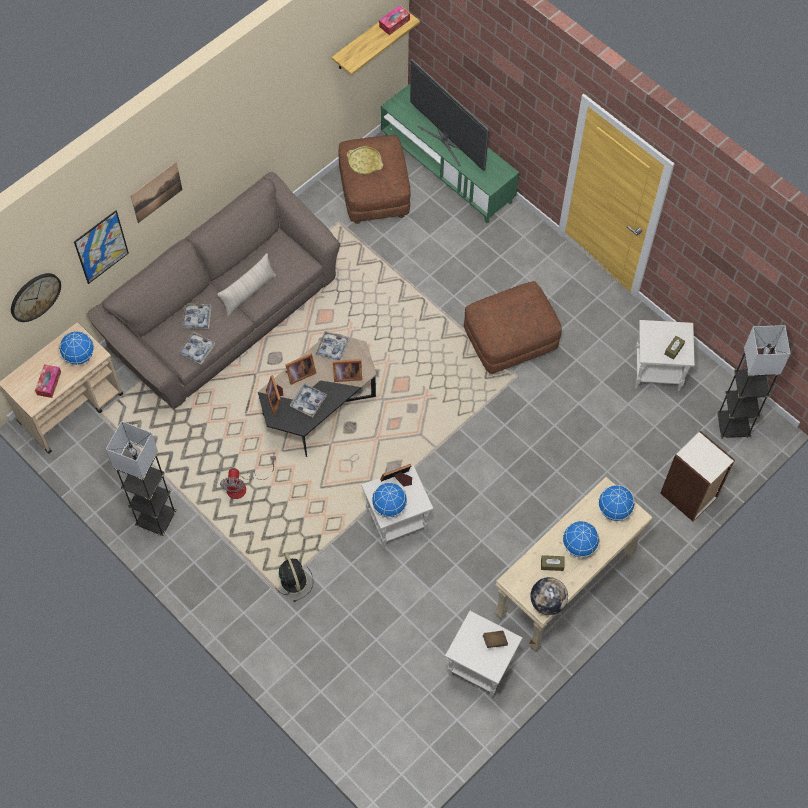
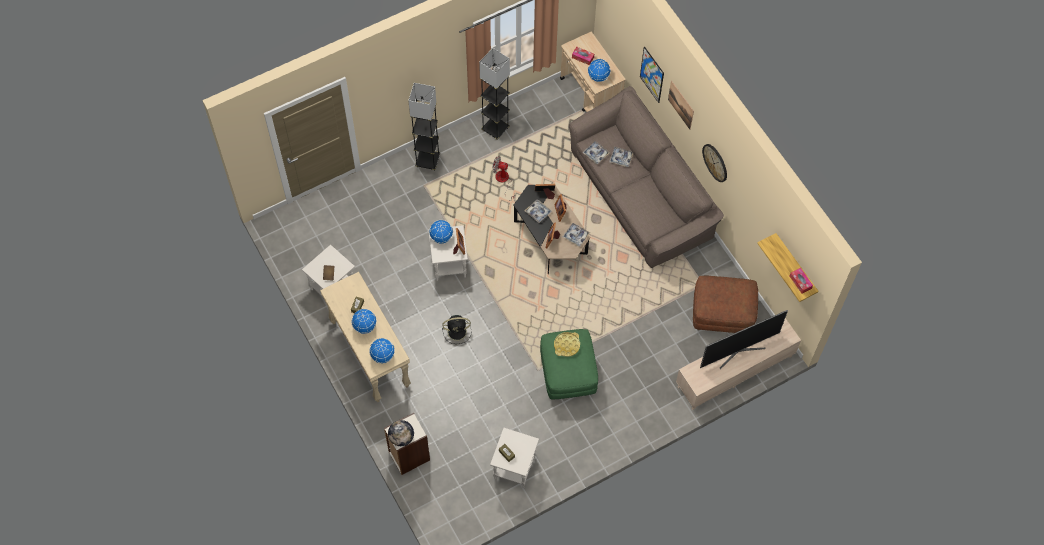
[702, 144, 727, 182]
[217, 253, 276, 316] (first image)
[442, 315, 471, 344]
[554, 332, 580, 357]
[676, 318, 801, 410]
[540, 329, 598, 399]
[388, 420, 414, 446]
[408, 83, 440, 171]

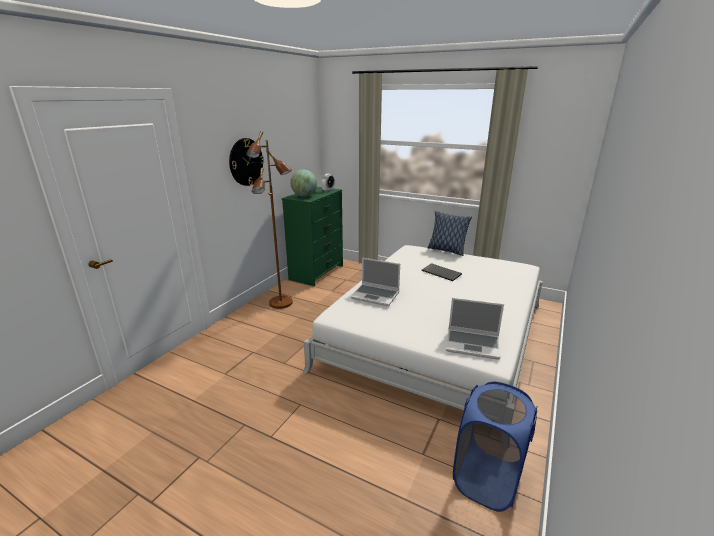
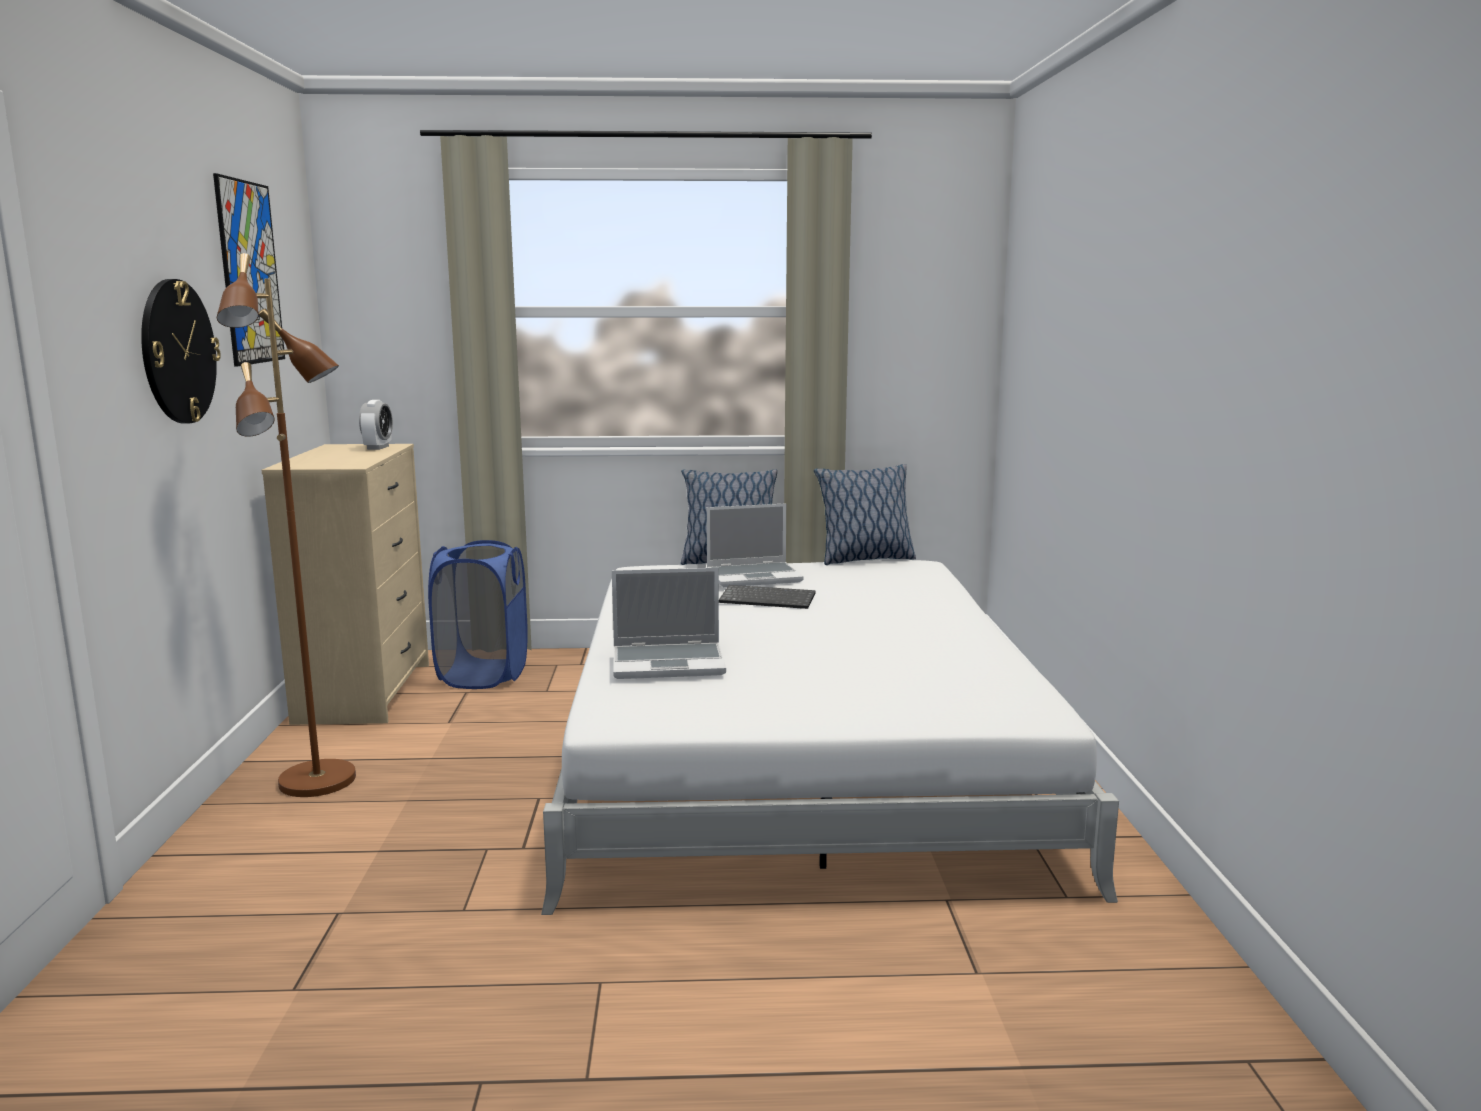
[262, 444, 429, 725]
[290, 170, 317, 197] (first image)
[707, 503, 803, 587]
[428, 540, 528, 689]
[213, 173, 285, 366]
[814, 464, 916, 565]

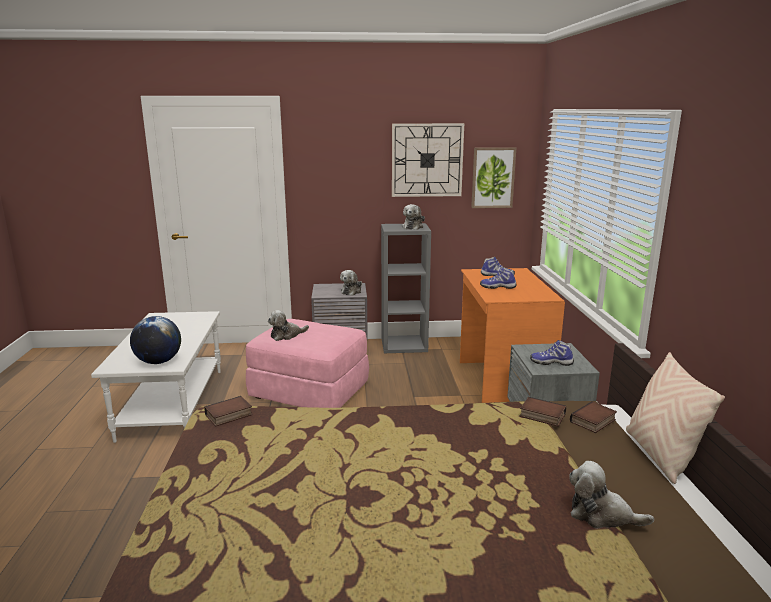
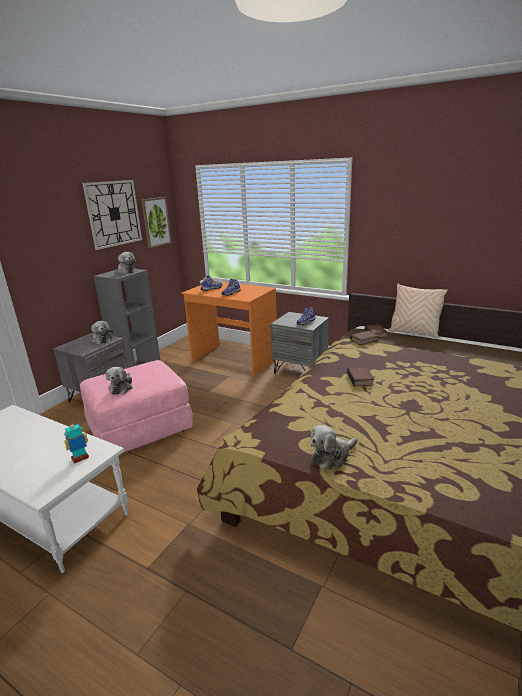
[64, 422, 89, 464]
[347, 367, 374, 387]
[311, 425, 358, 470]

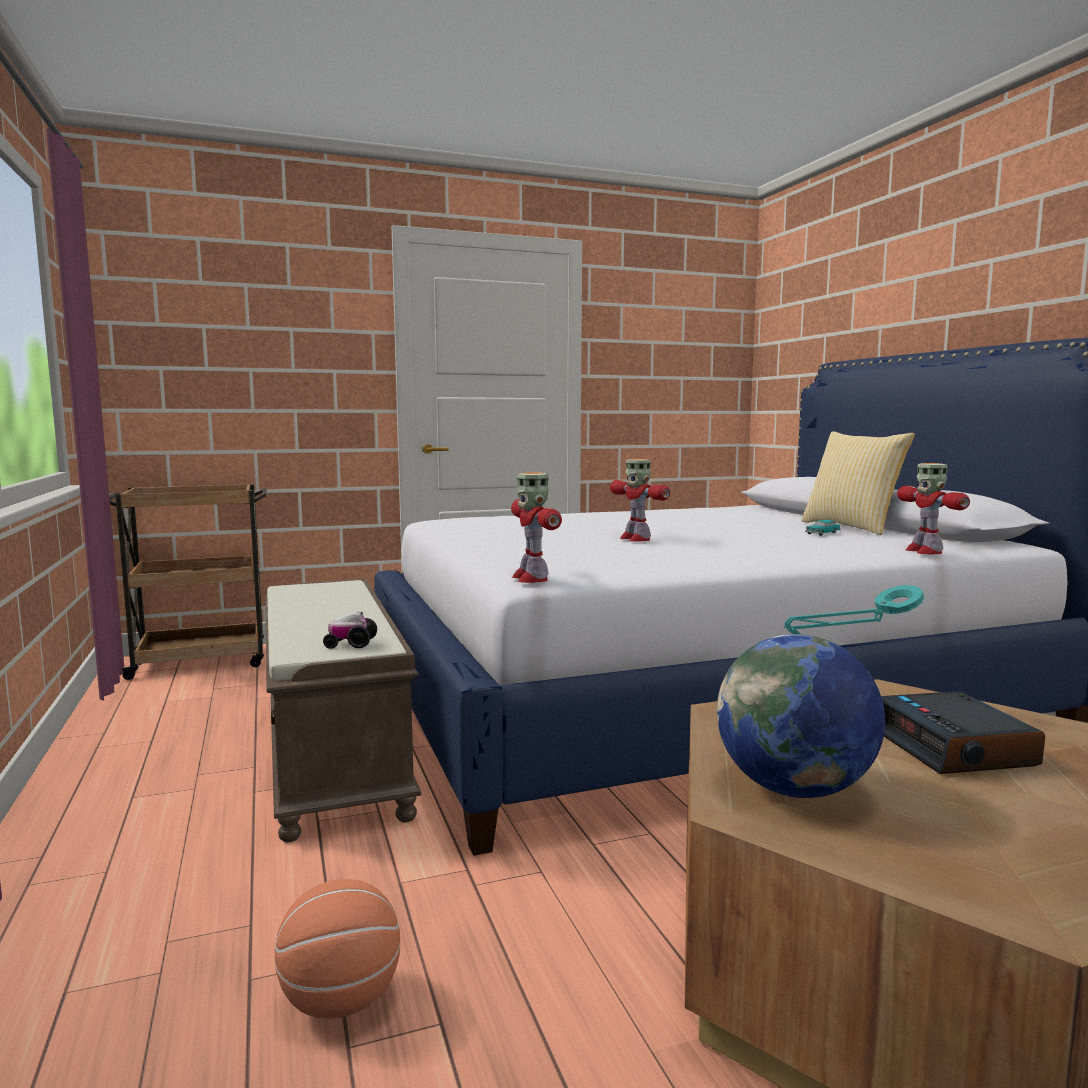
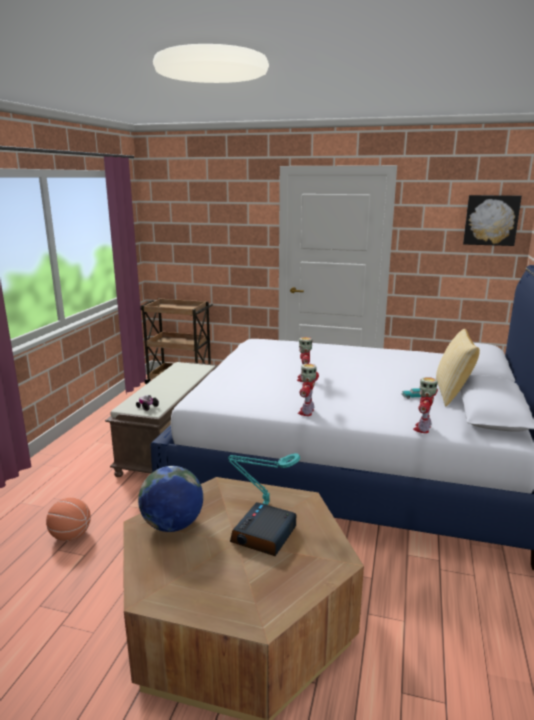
[298, 364, 319, 416]
[463, 195, 522, 246]

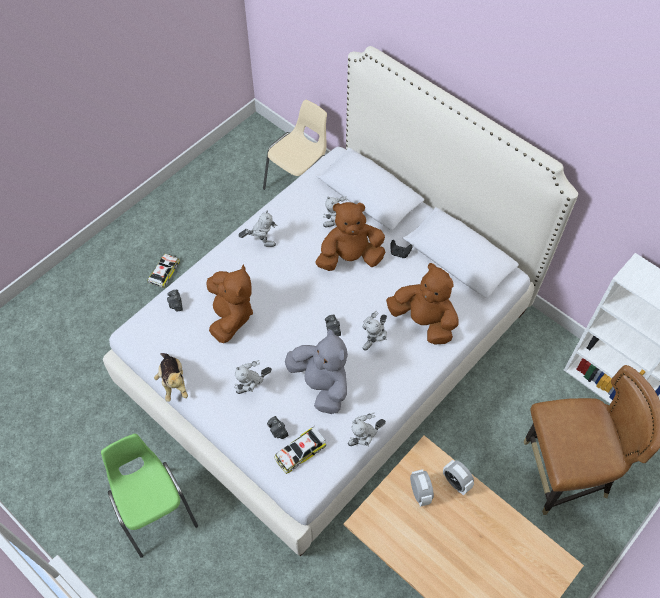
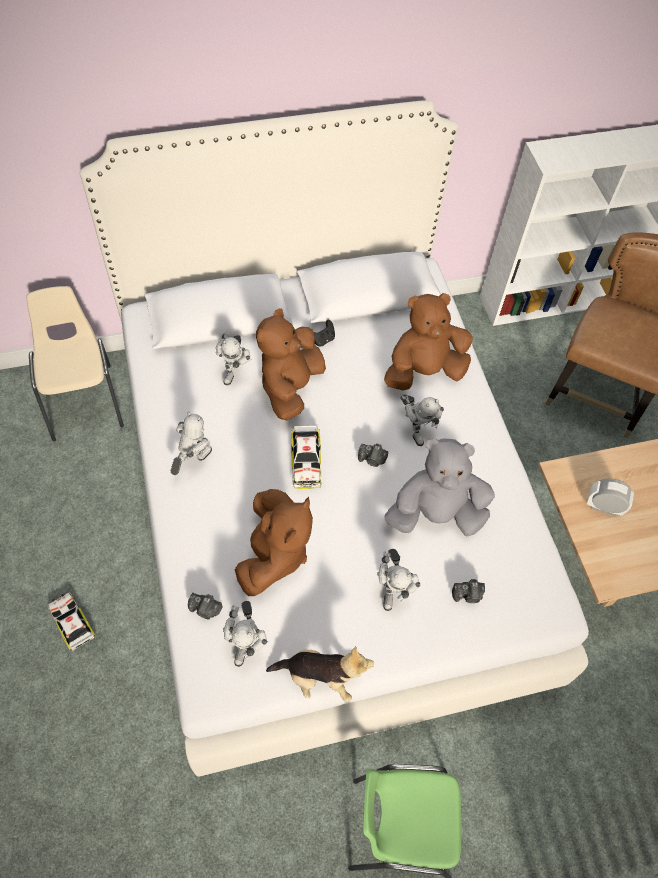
[235, 489, 313, 596]
[291, 426, 321, 489]
[223, 601, 269, 667]
[443, 460, 474, 495] (first image)

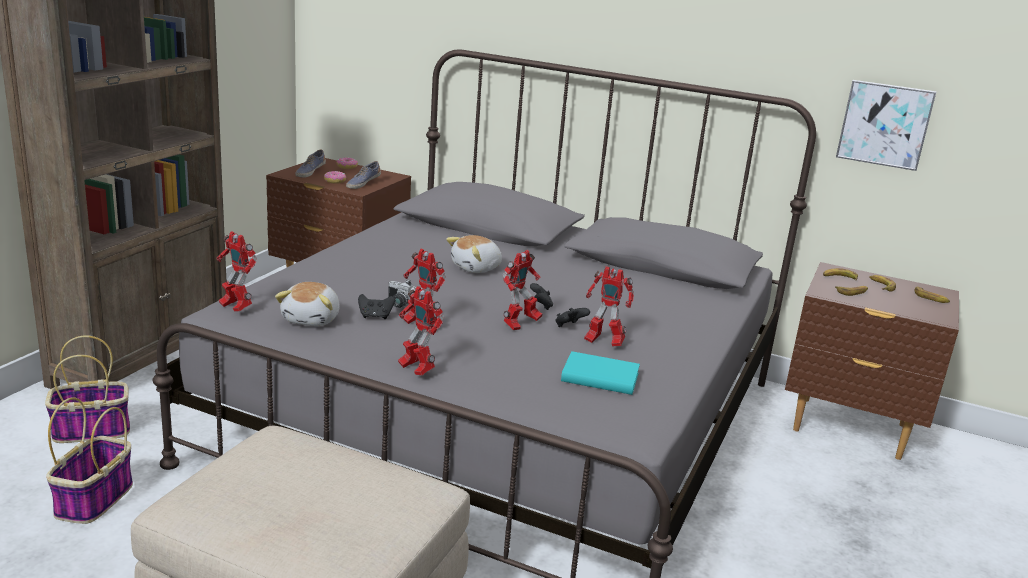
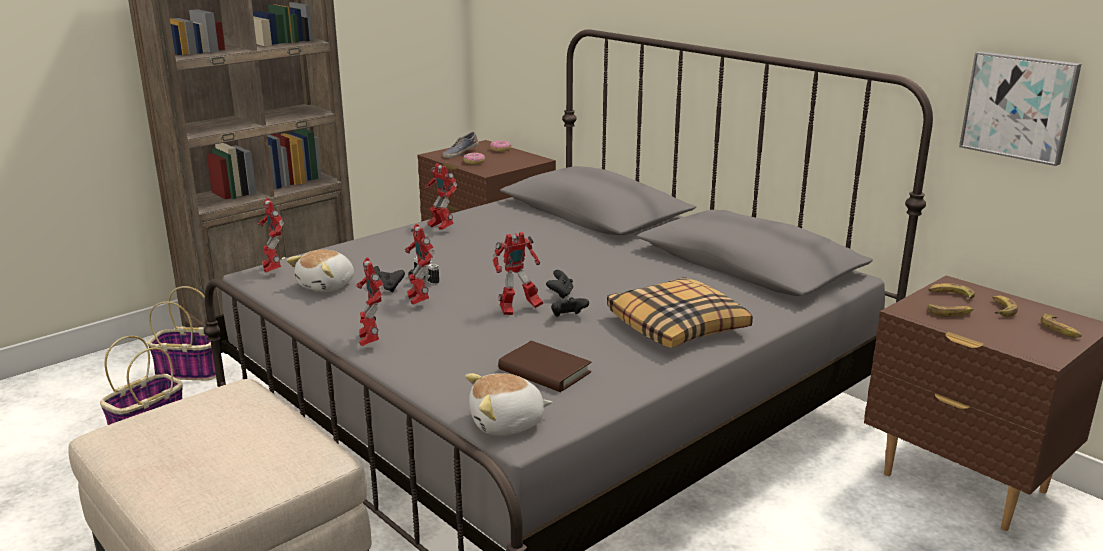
[346, 161, 381, 189] (first image)
[465, 373, 553, 436]
[498, 341, 591, 392]
[425, 163, 457, 230]
[607, 277, 753, 348]

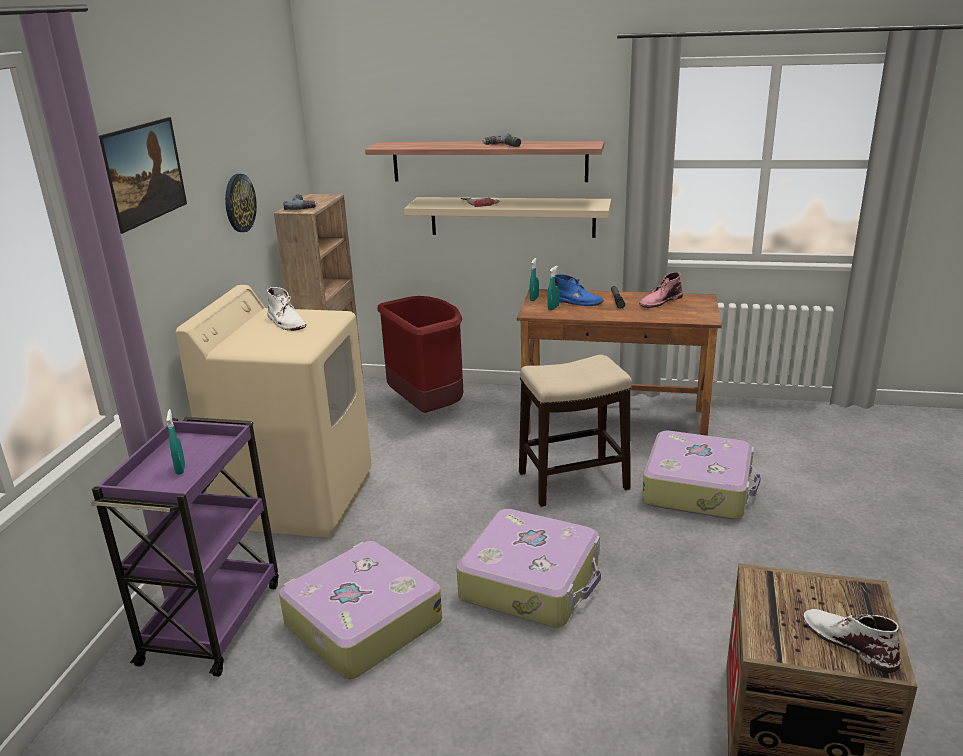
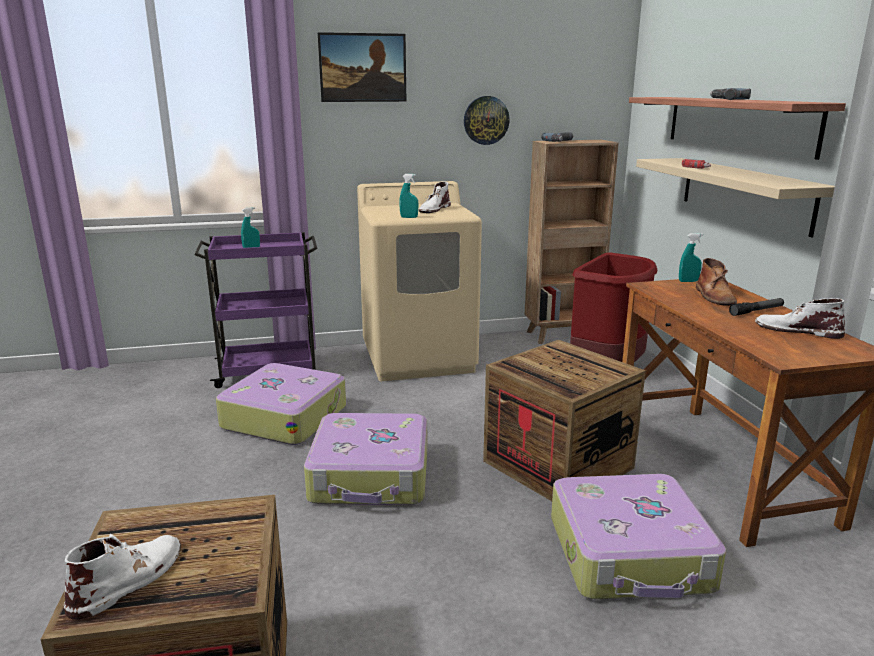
[483, 340, 646, 501]
[399, 174, 418, 218]
[696, 258, 737, 306]
[755, 298, 845, 339]

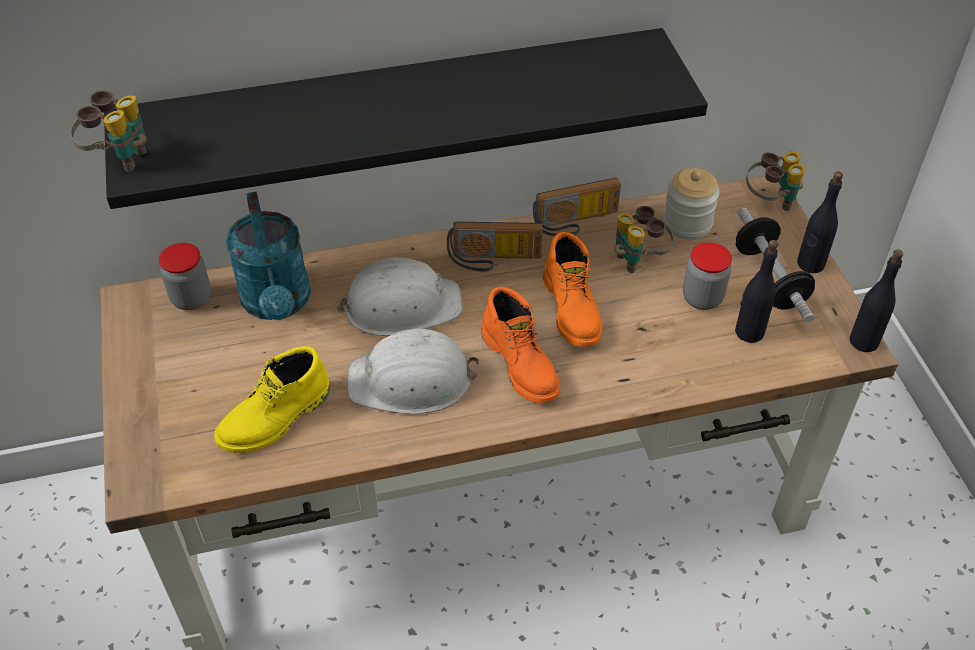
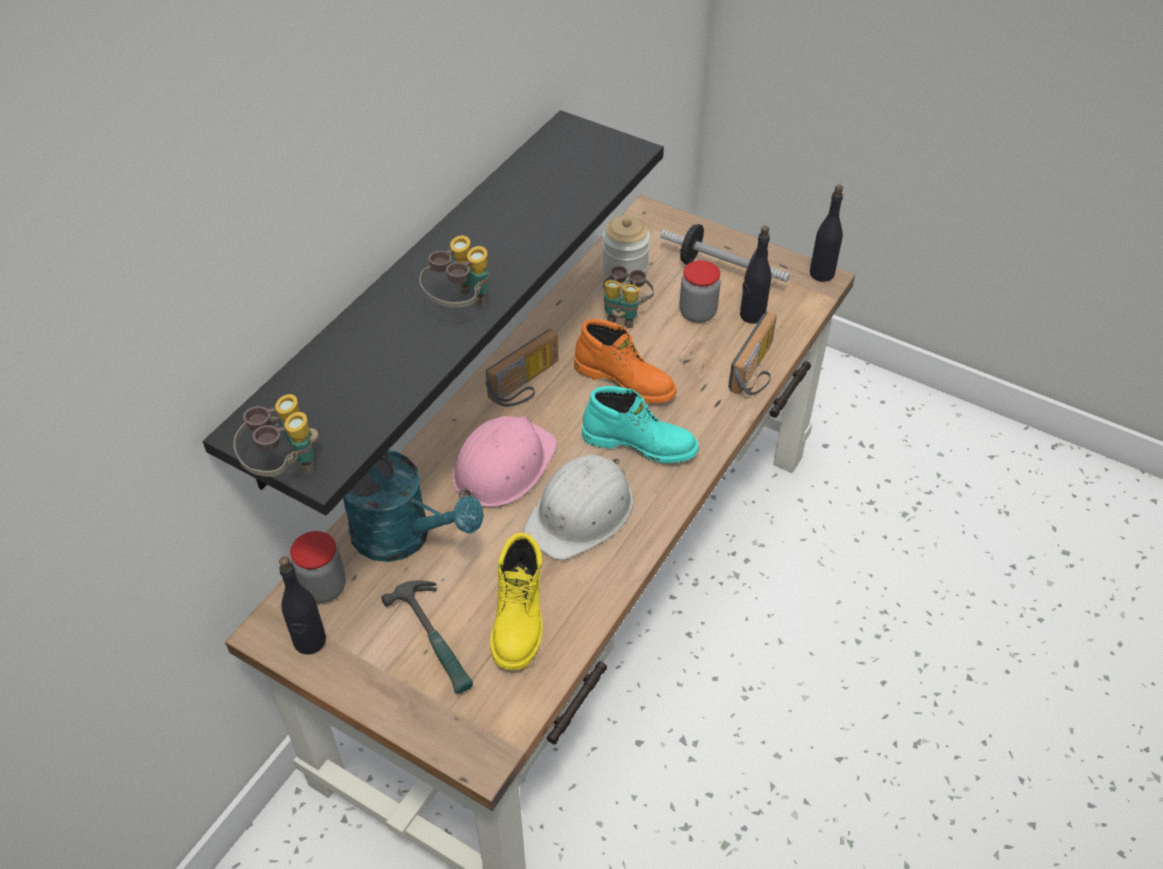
[452, 416, 558, 507]
[582, 386, 699, 463]
[728, 312, 777, 396]
[420, 236, 489, 308]
[279, 556, 326, 655]
[382, 581, 473, 694]

